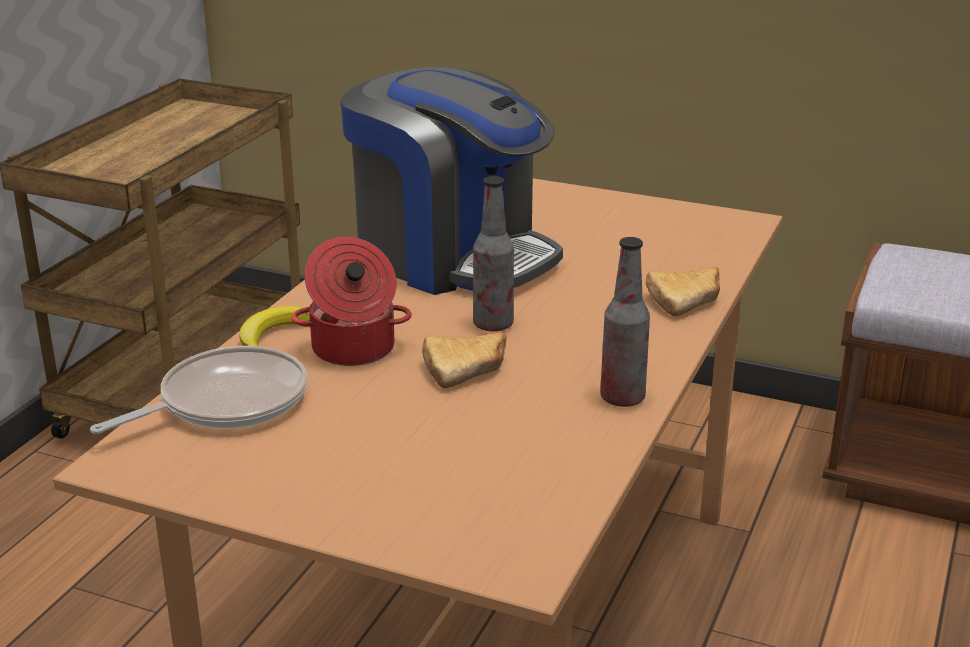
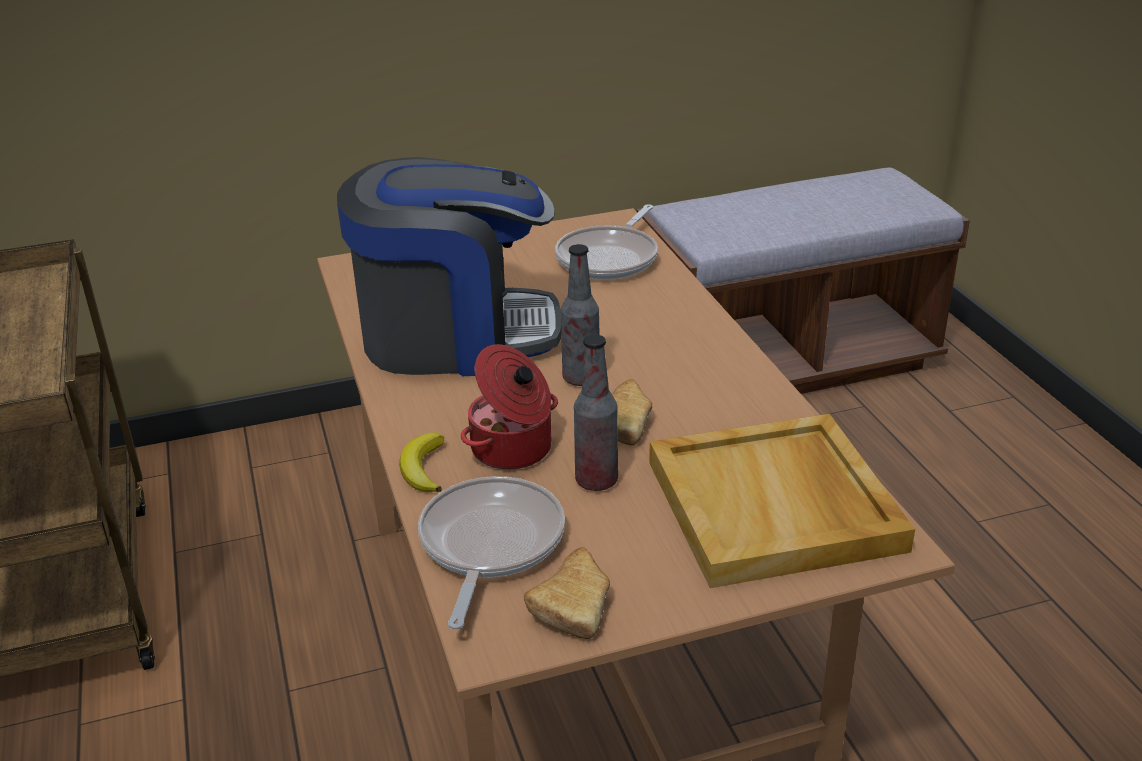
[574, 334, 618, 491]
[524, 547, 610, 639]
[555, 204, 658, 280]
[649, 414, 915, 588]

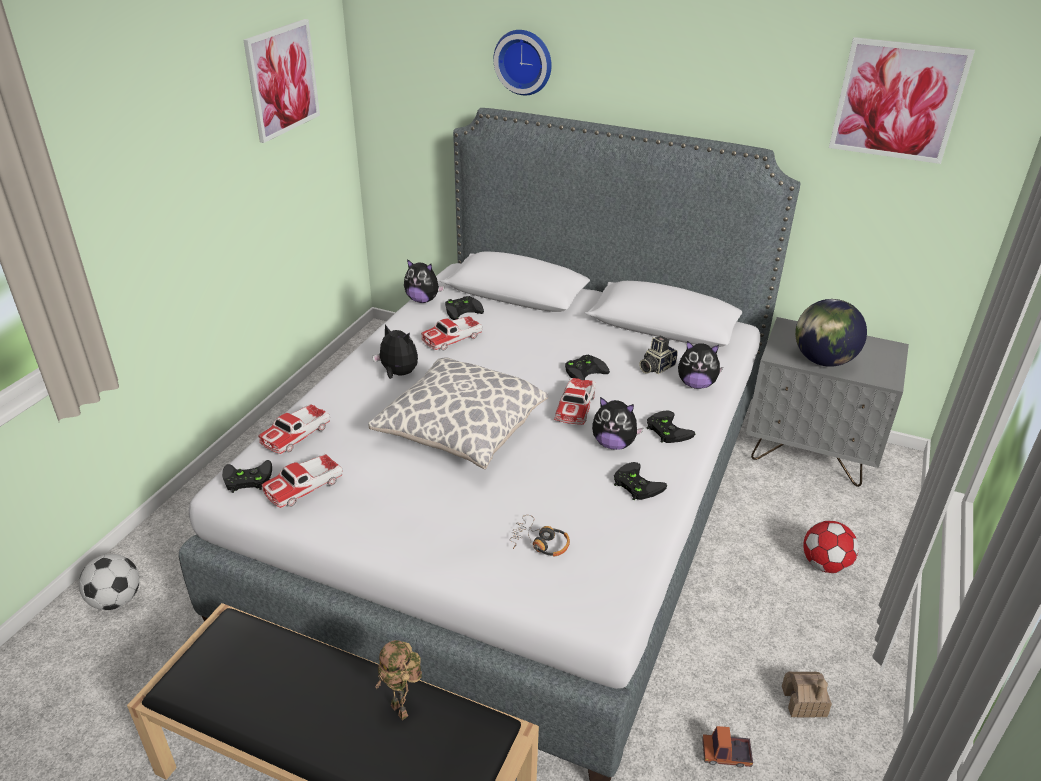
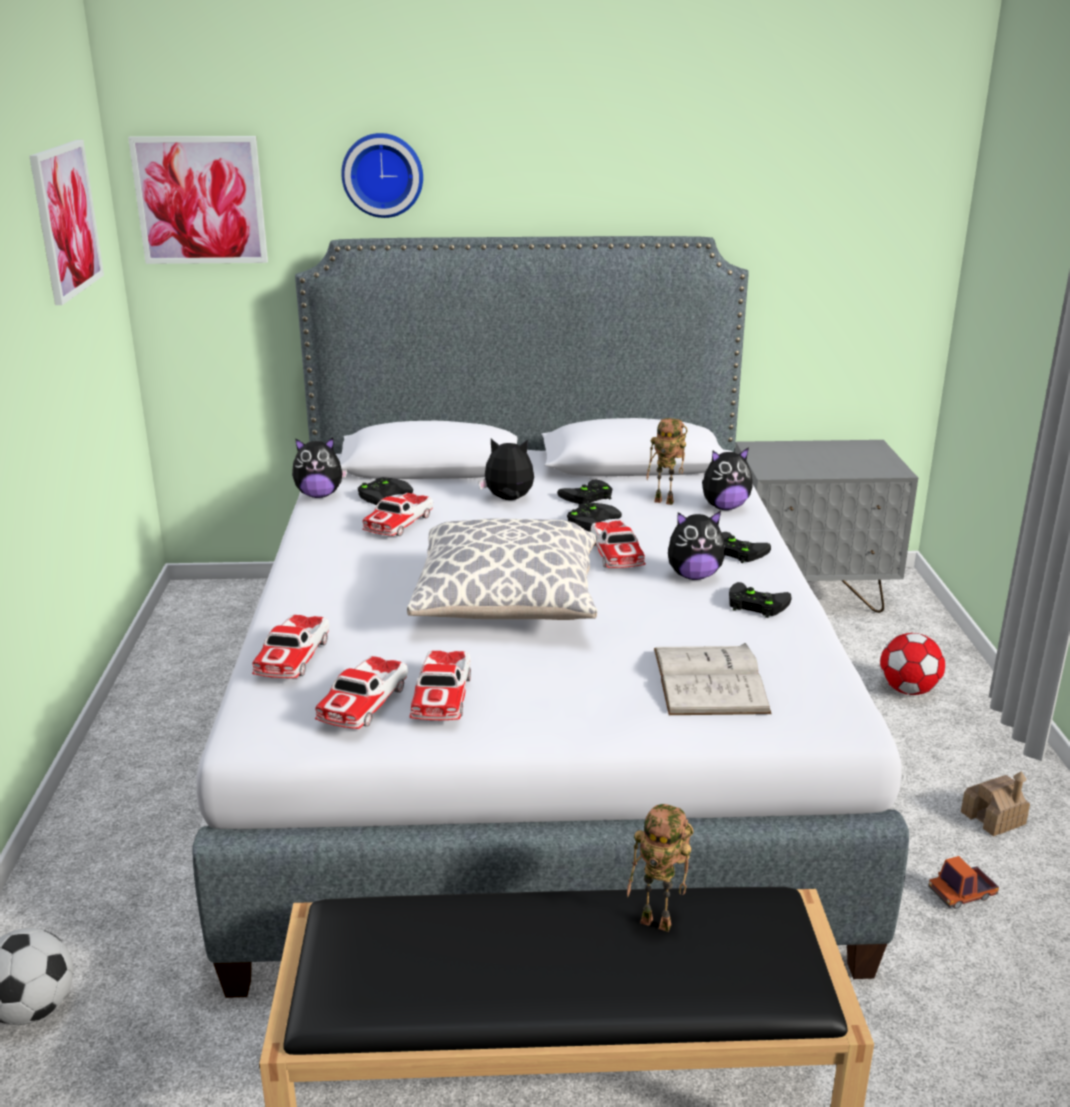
[557, 480, 612, 504]
[479, 439, 534, 500]
[654, 643, 772, 715]
[647, 418, 687, 505]
[795, 299, 867, 367] (first image)
[128, 136, 268, 264]
[409, 651, 471, 720]

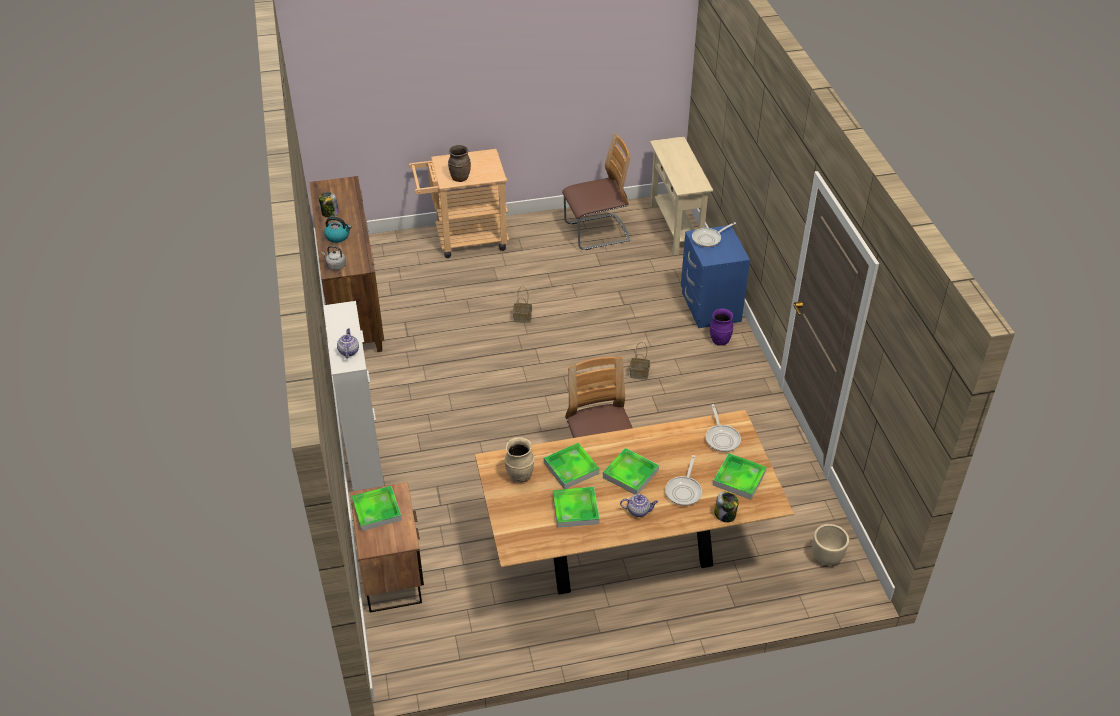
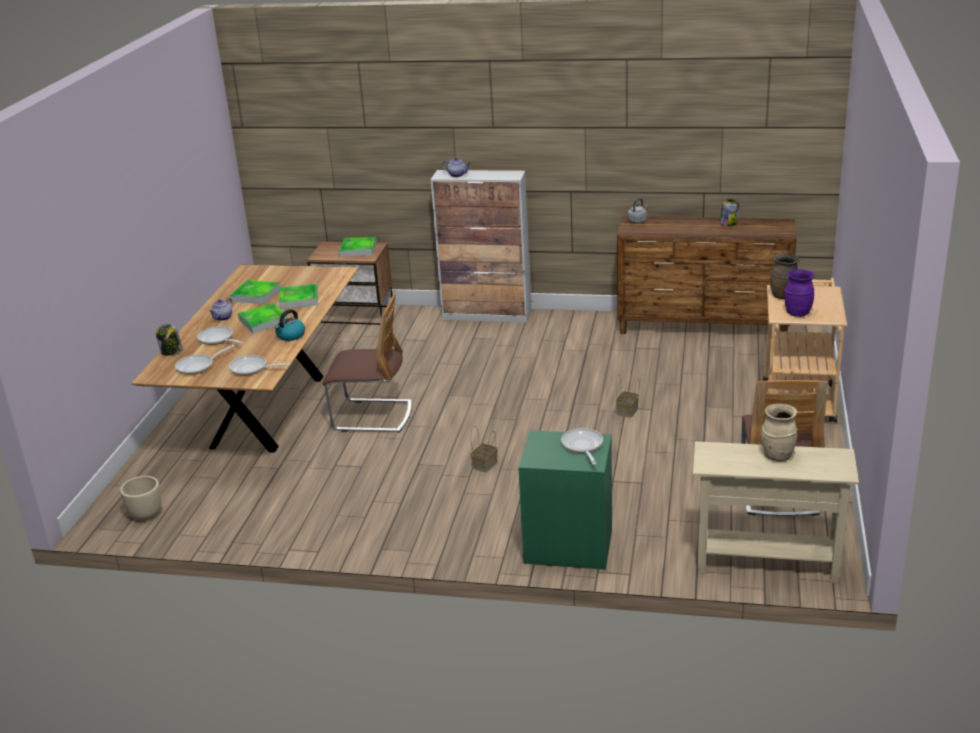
[275, 309, 305, 341]
[761, 404, 797, 461]
[519, 430, 612, 570]
[785, 269, 814, 317]
[175, 345, 235, 375]

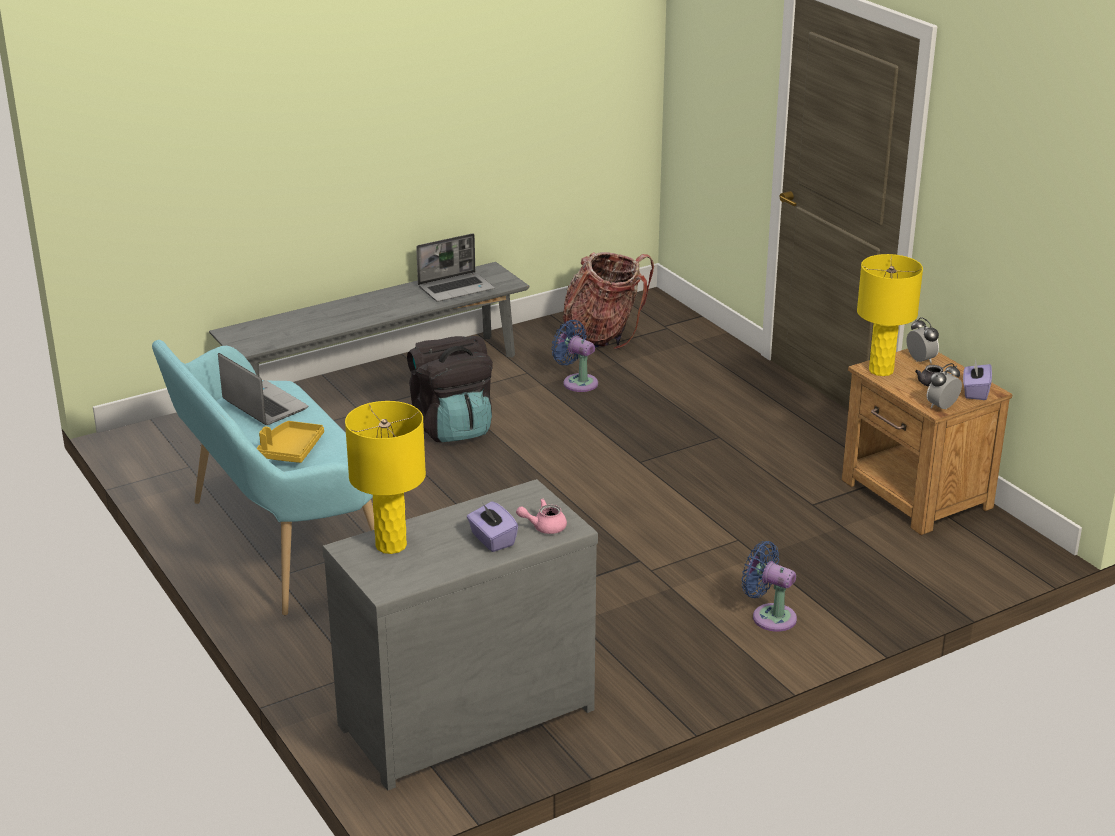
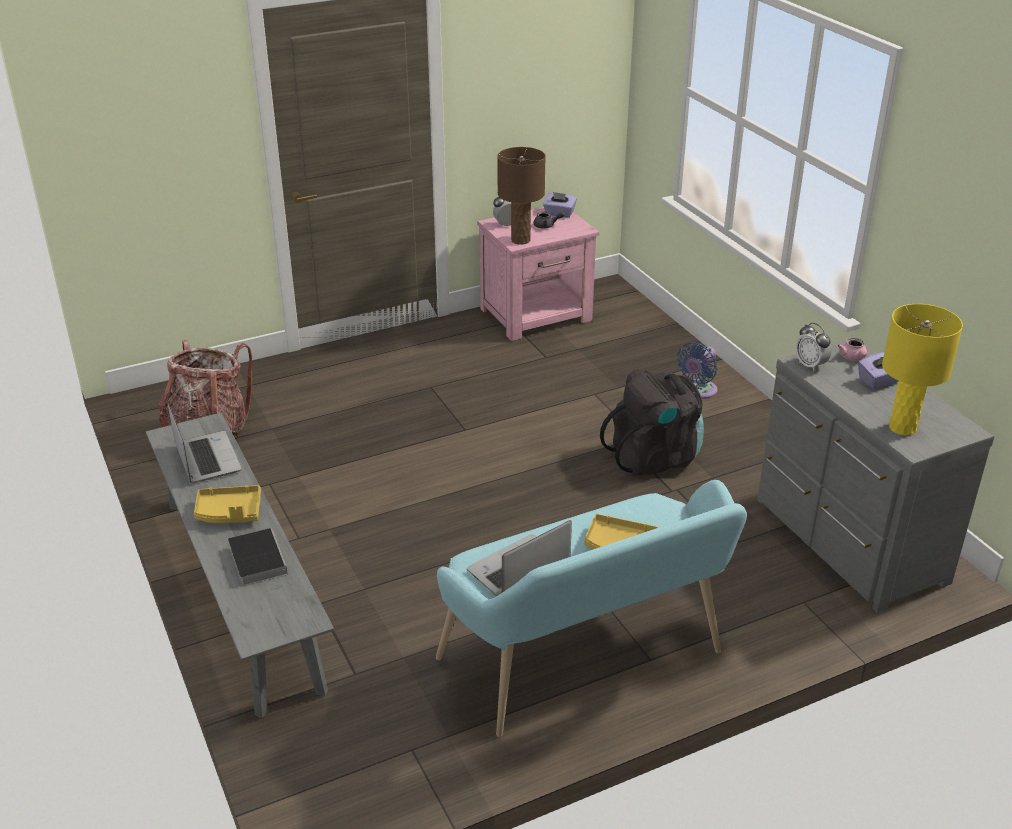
[600, 369, 704, 477]
[551, 320, 598, 392] (first image)
[477, 207, 599, 341]
[497, 147, 546, 245]
[795, 323, 831, 371]
[194, 485, 261, 523]
[228, 528, 287, 586]

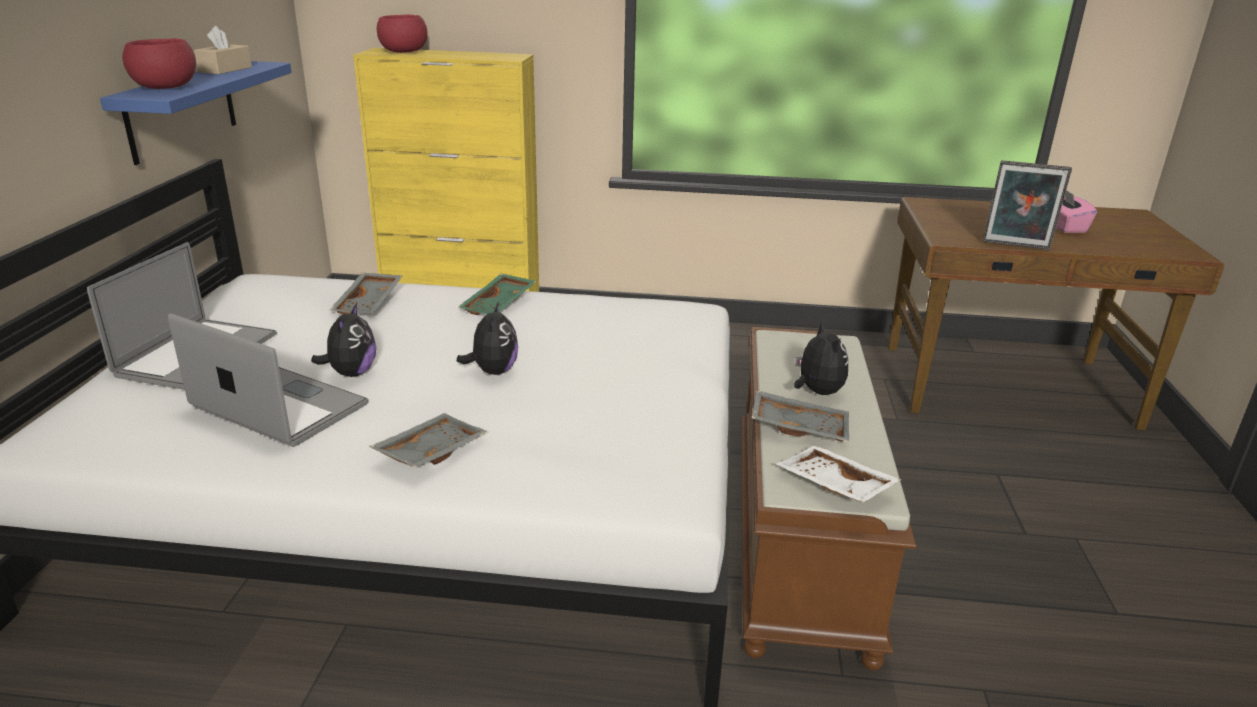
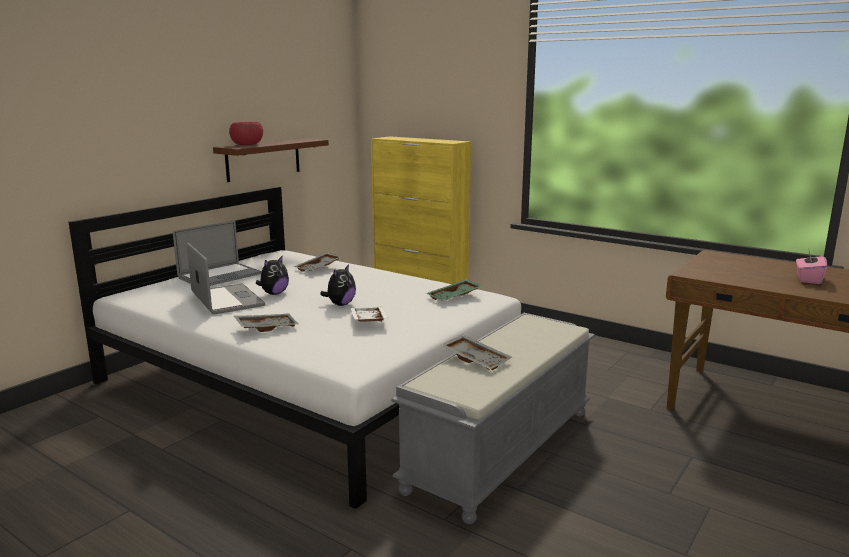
[213, 138, 329, 182]
[194, 26, 252, 74] (first image)
[377, 15, 428, 53] (first image)
[426, 279, 482, 301]
[391, 313, 595, 524]
[351, 307, 388, 322]
[794, 322, 848, 395] (first image)
[983, 160, 1072, 250] (first image)

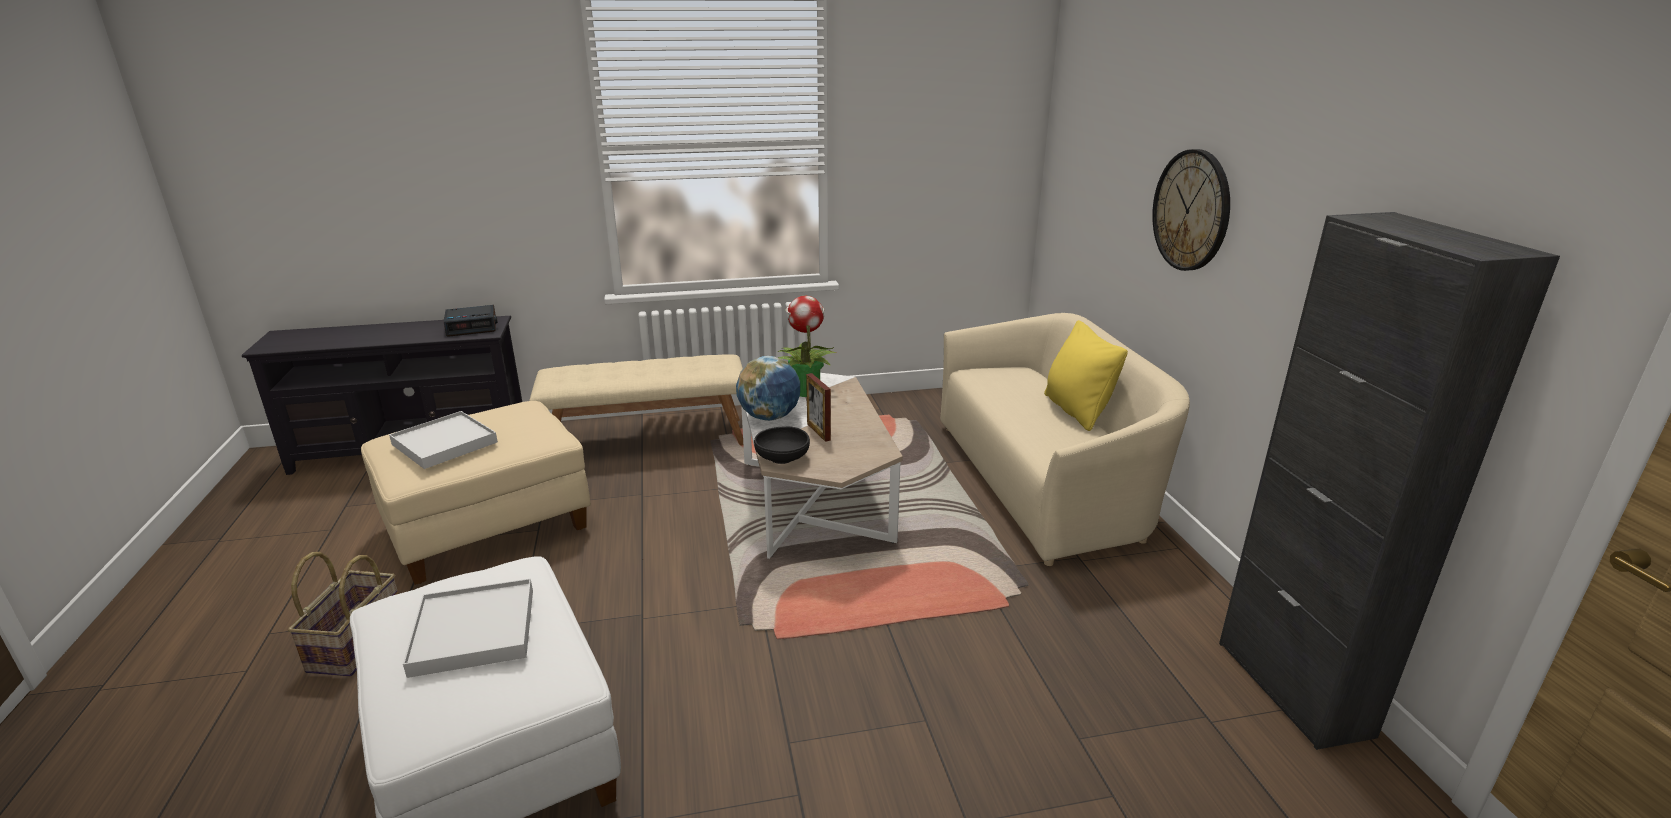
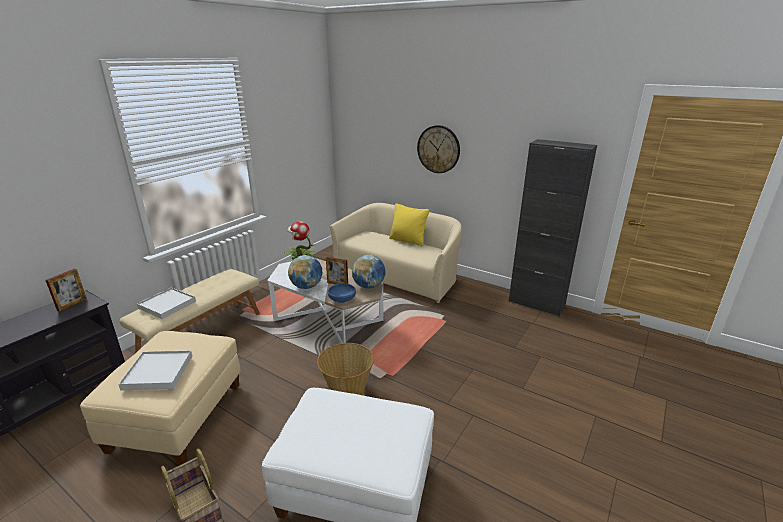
[137, 288, 196, 319]
[46, 269, 87, 312]
[328, 283, 356, 303]
[317, 343, 374, 395]
[352, 255, 385, 289]

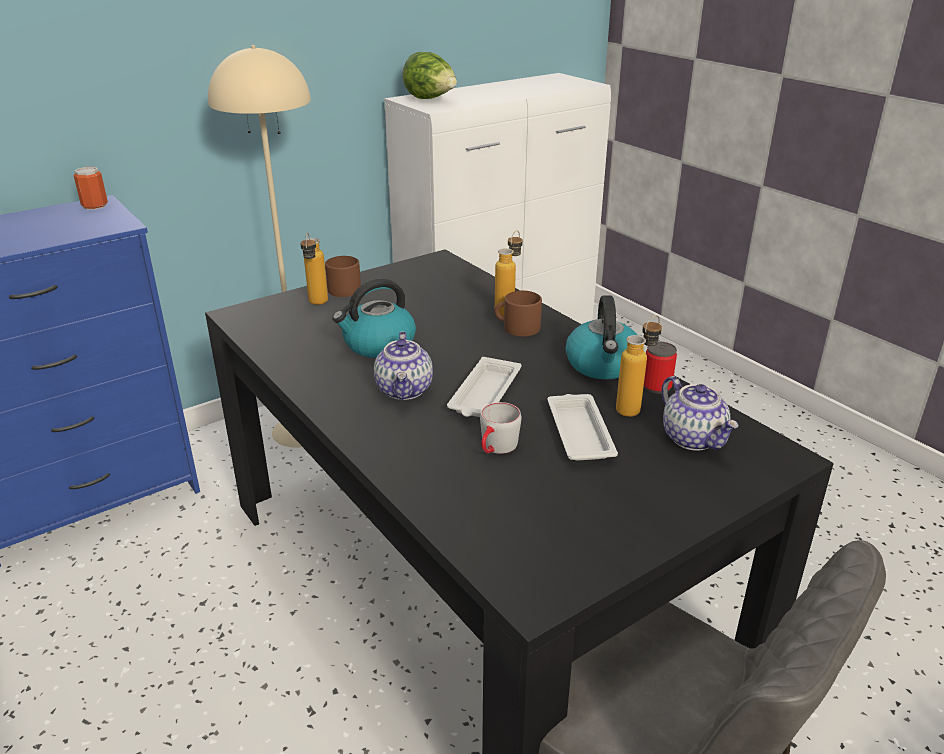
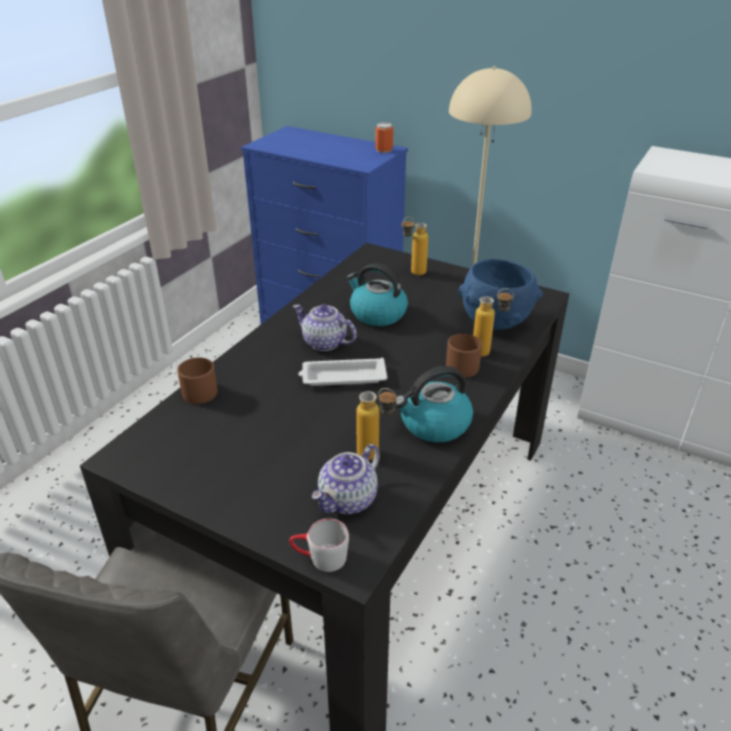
[177, 358, 217, 404]
[293, 304, 357, 351]
[402, 52, 457, 99] (first image)
[289, 518, 349, 572]
[547, 394, 618, 461] (first image)
[644, 341, 677, 394] (first image)
[458, 259, 543, 330]

